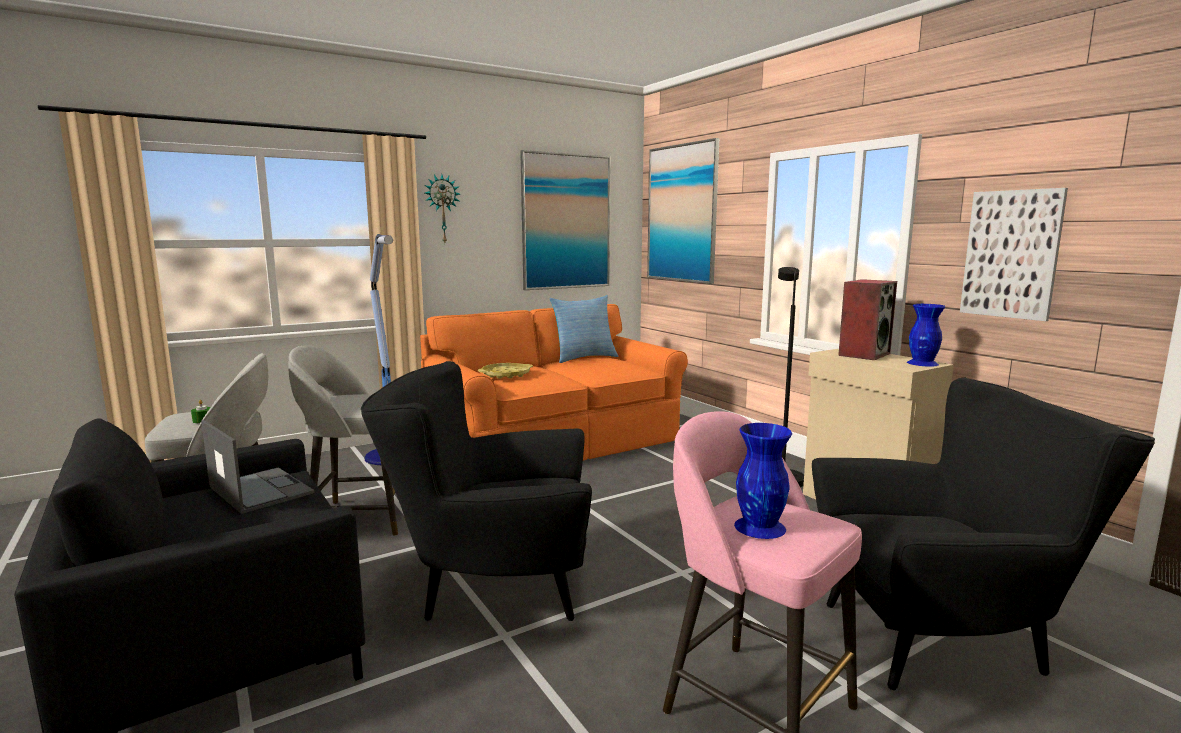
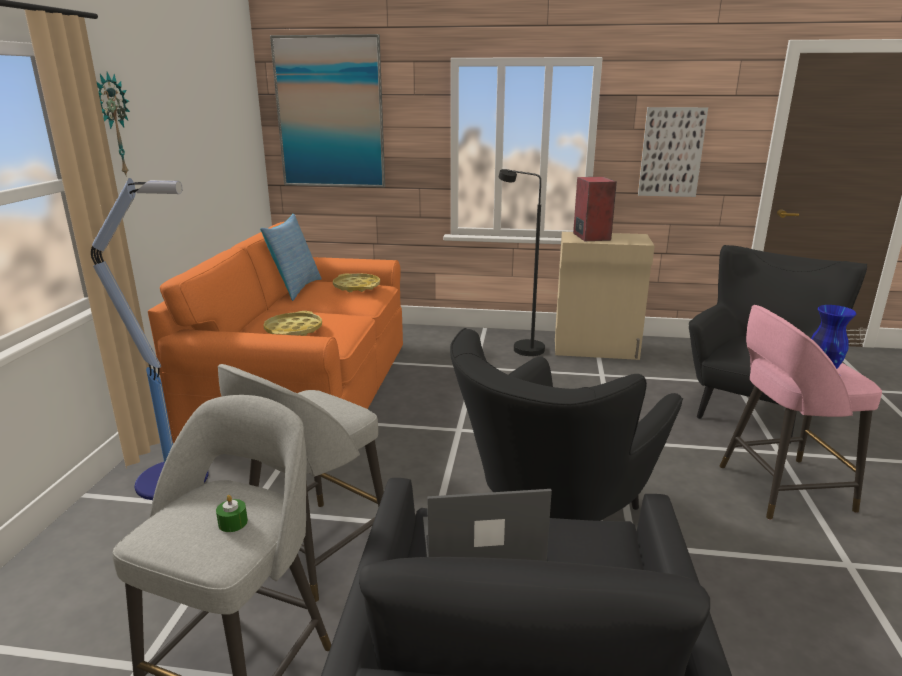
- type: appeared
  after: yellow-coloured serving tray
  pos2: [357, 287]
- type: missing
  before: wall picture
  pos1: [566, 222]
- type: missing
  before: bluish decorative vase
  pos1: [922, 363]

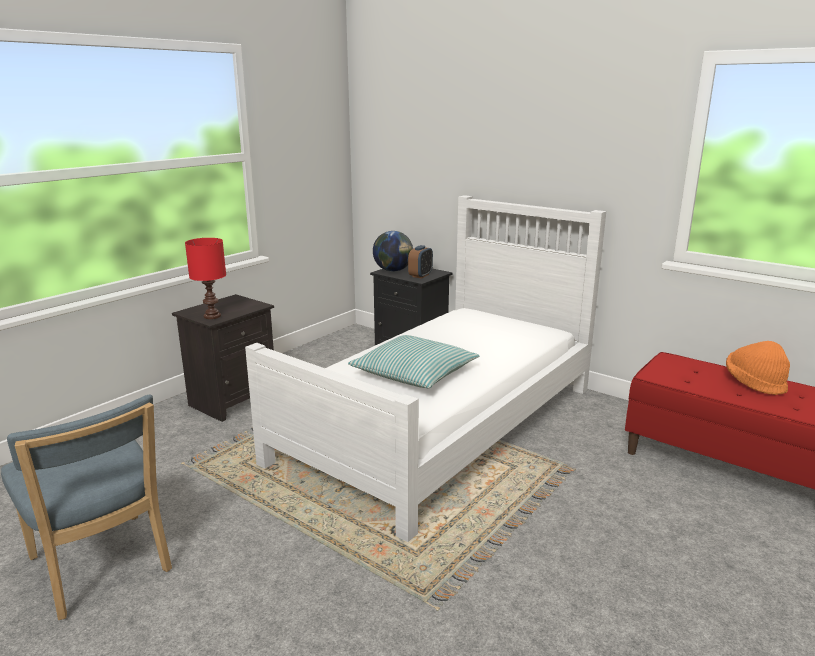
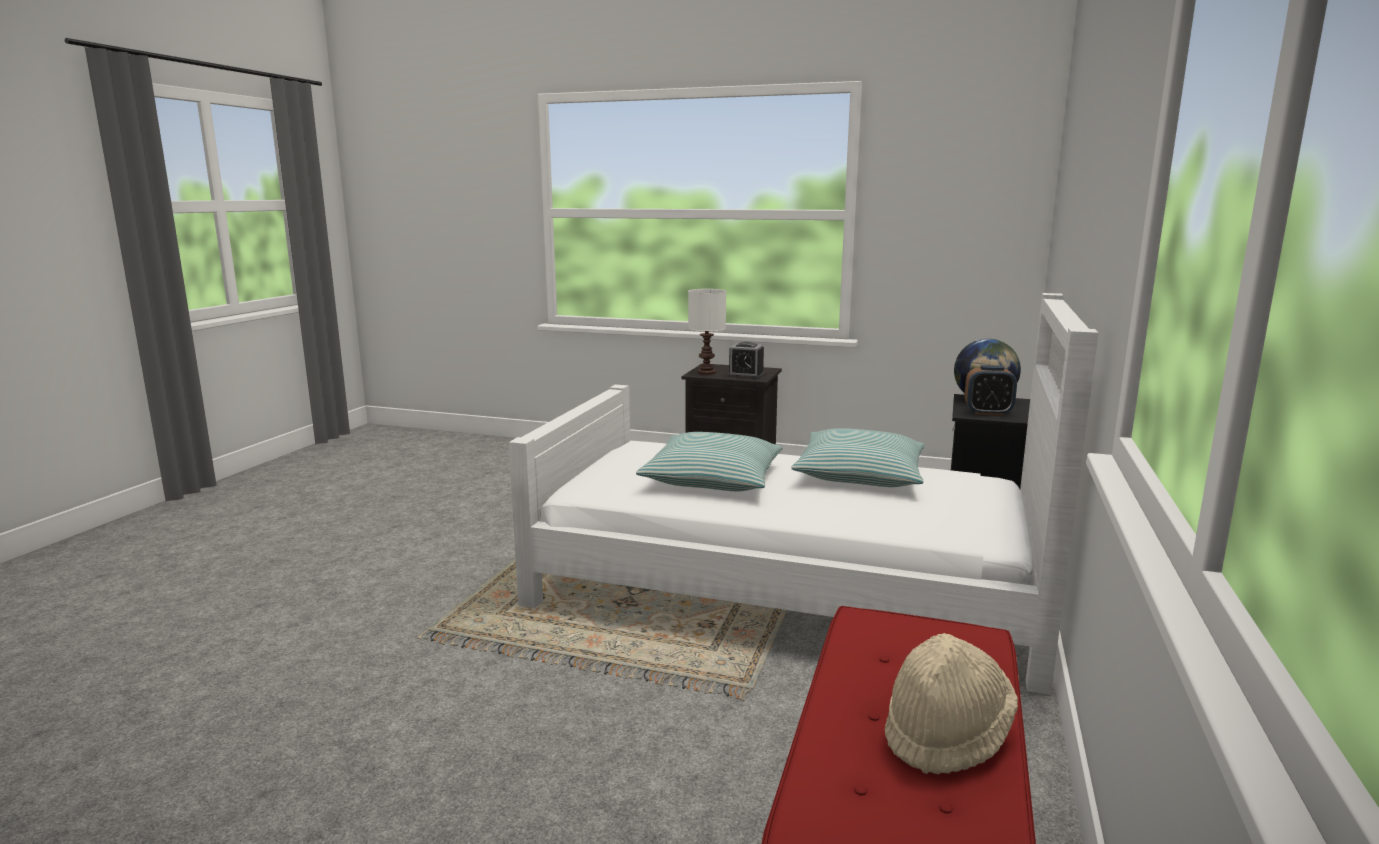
- type: colour
  before: reddish lamp for a table
  after: white lamp for a table
  pos1: [213, 316]
  pos2: [707, 372]
- type: appeared
  after: table clock
  pos2: [746, 375]
- type: appeared
  after: pillow
  pos2: [860, 474]
- type: colour
  before: orangey wearable hat
  after: sand-coloured wearable hat
  pos1: [754, 383]
  pos2: [946, 734]
- type: missing
  before: bluish upright chair
  pos1: [102, 568]

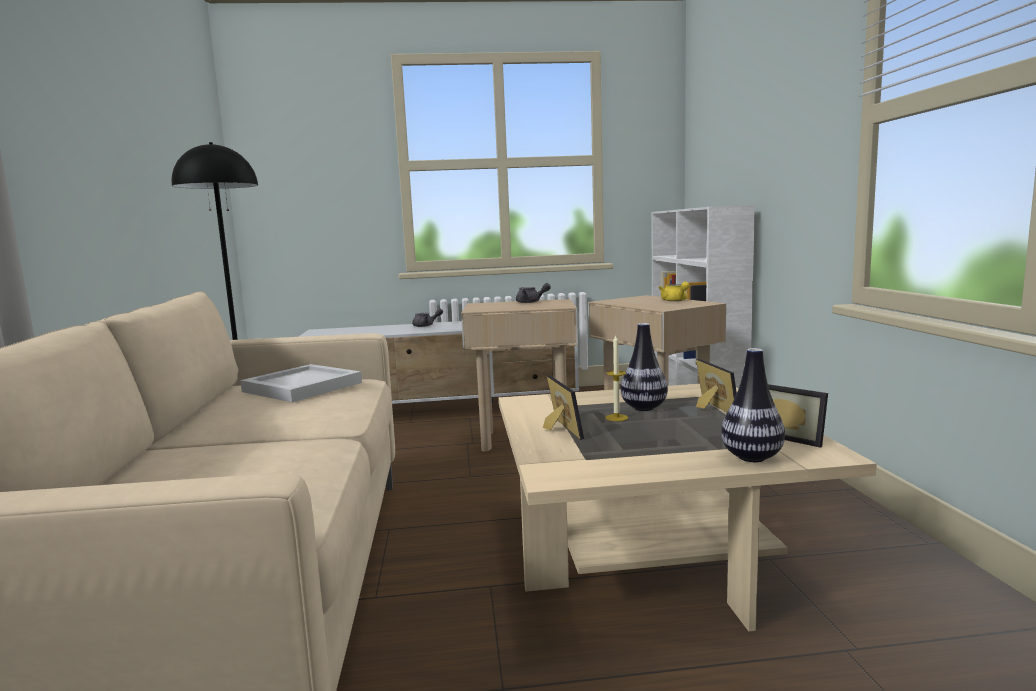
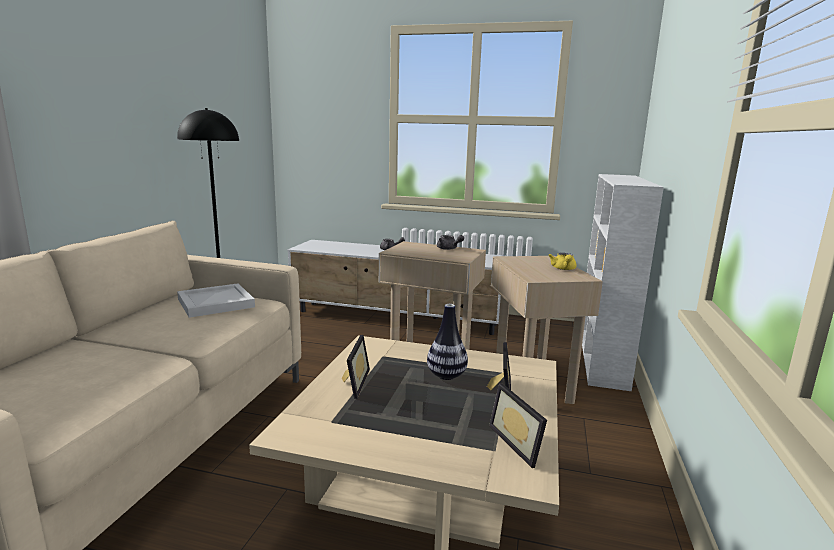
- type: missing
  before: candle
  pos1: [616, 417]
- type: missing
  before: decorative vase
  pos1: [752, 458]

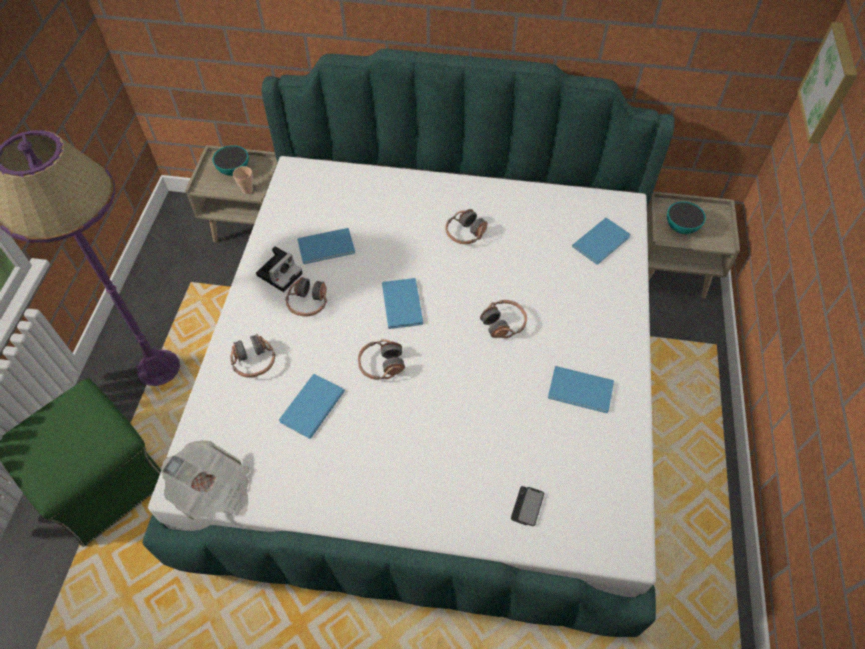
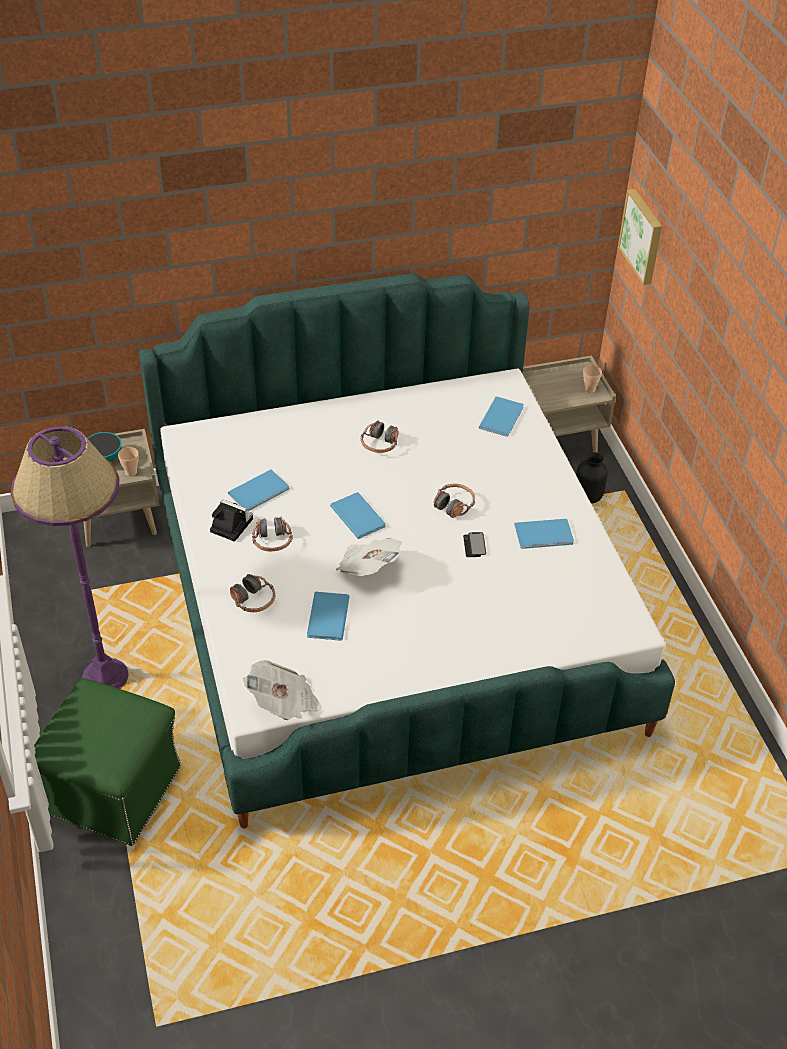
- type: spun
  before: photo camera
  pos1: [280, 273]
  pos2: [230, 525]
  turn: -75
- type: exchanged
  before: headphones
  after: printed paper
  pos1: [381, 364]
  pos2: [368, 567]
- type: relocated
  before: handset
  pos1: [527, 506]
  pos2: [474, 545]
- type: appeared
  after: black-coloured decorative vase
  pos2: [588, 497]
- type: appeared
  after: small cup
  pos2: [589, 389]
- type: missing
  before: serving bowl
  pos1: [681, 227]

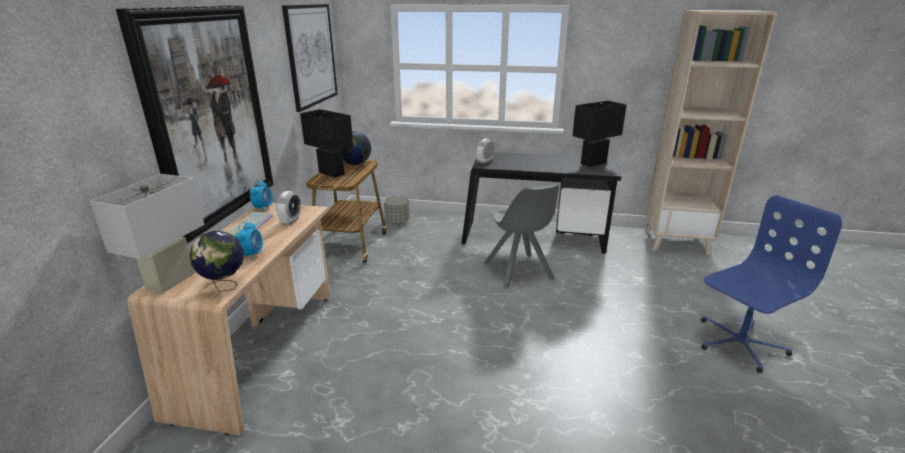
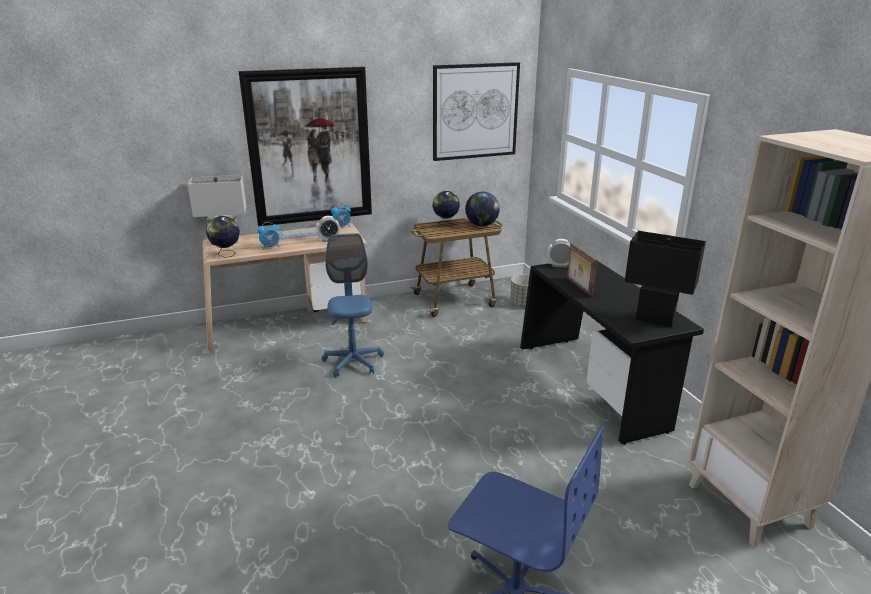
- type: appeared
  after: bluish computer chair
  pos2: [353, 362]
- type: exchanged
  before: black-coloured lamp for a table
  after: globe
  pos1: [331, 173]
  pos2: [445, 225]
- type: appeared
  after: standing frame
  pos2: [578, 287]
- type: missing
  before: gray upright chair
  pos1: [518, 272]

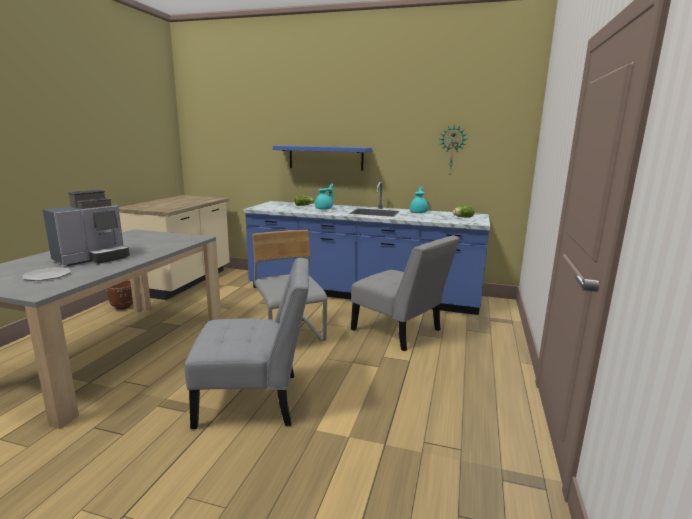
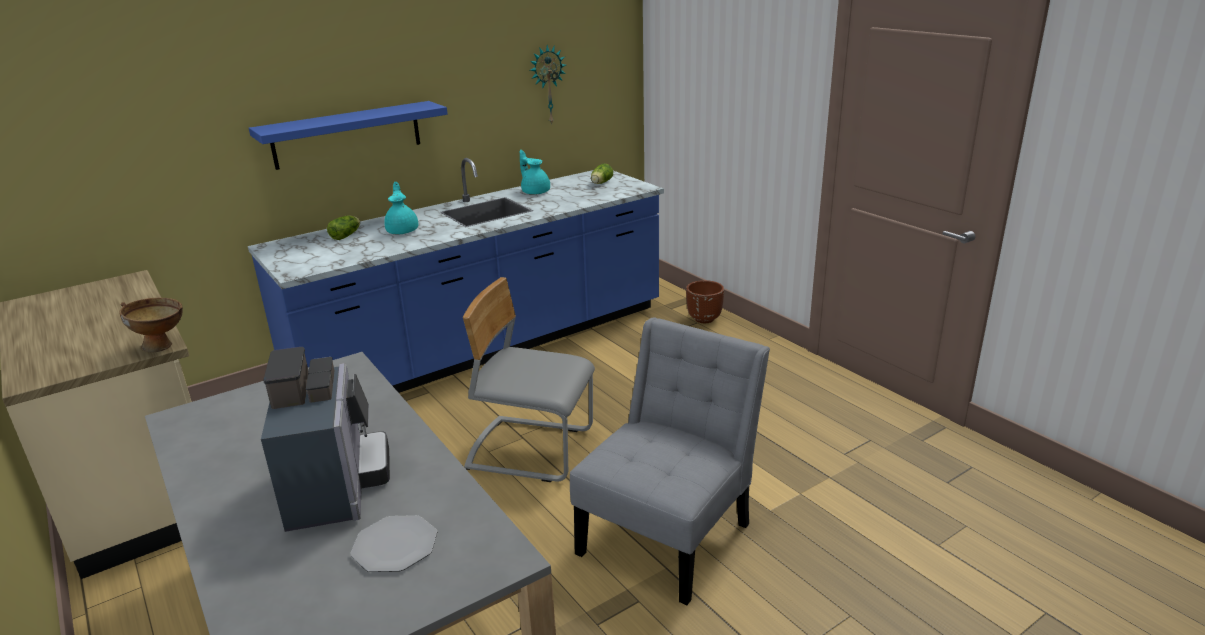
- type: appeared
  after: brown-coloured serving bowl
  pos2: [163, 346]
- type: relocated
  before: brown-coloured plant pot
  pos1: [123, 307]
  pos2: [704, 319]
- type: missing
  before: gray upright chair
  pos1: [400, 332]

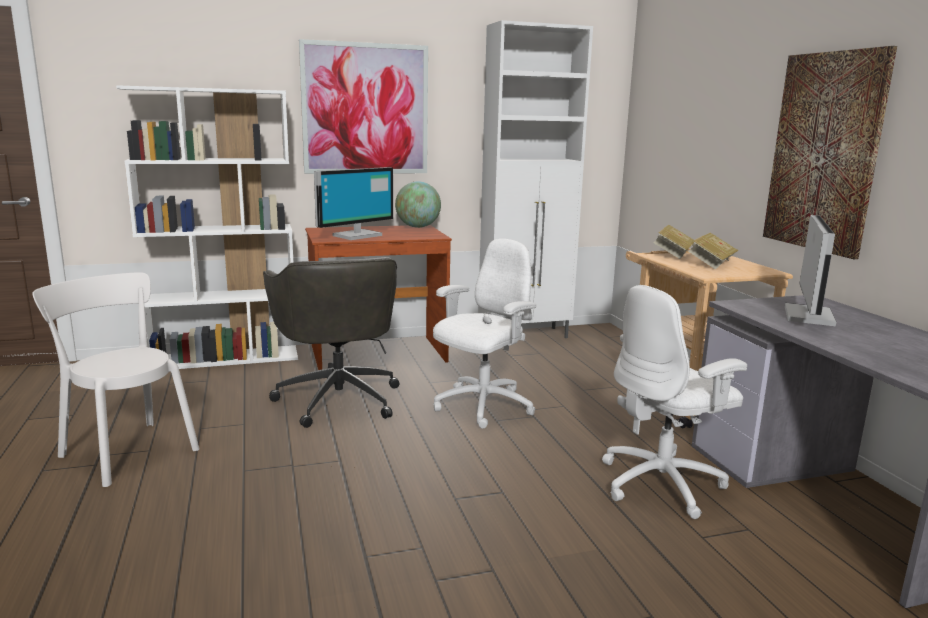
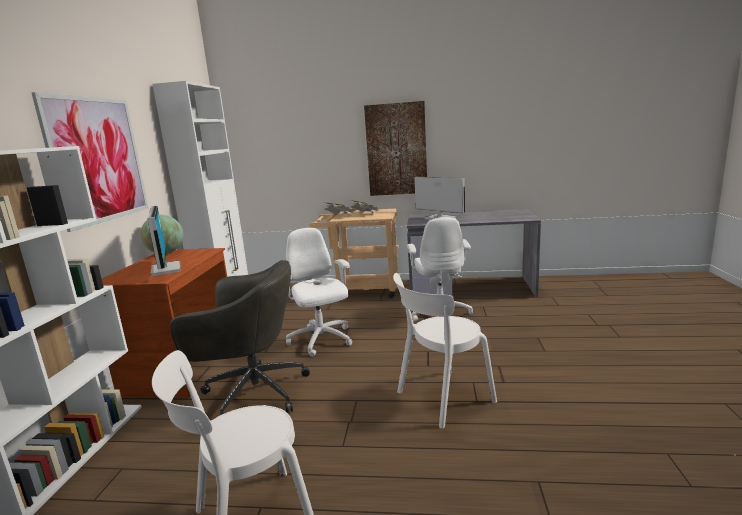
- type: appeared
  after: white upright chair
  pos2: [441, 398]

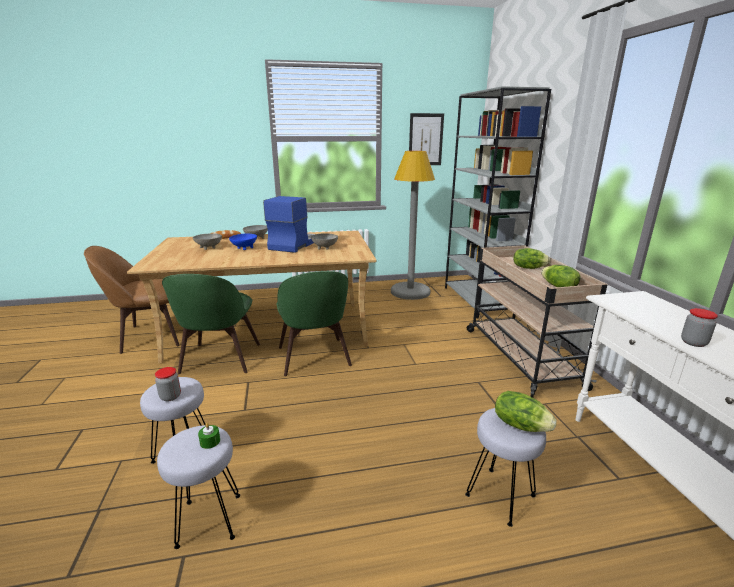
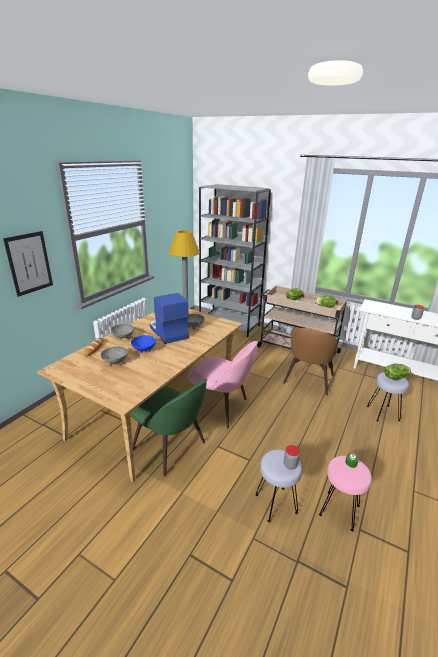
- type: relocated
  before: wall picture
  pos1: [425, 139]
  pos2: [29, 263]
- type: colour
  before: green-coloured upright chair
  after: pink-coloured upright chair
  pos1: [314, 358]
  pos2: [221, 407]
- type: relocated
  before: brown-coloured upright chair
  pos1: [151, 336]
  pos2: [308, 380]
- type: colour
  before: gray sitting stool
  after: pink-coloured sitting stool
  pos1: [208, 520]
  pos2: [339, 511]

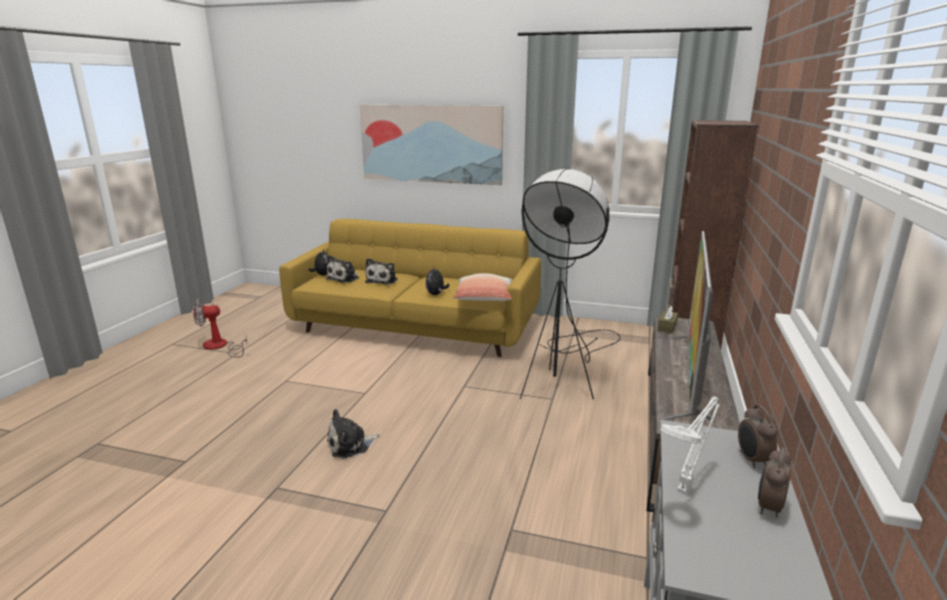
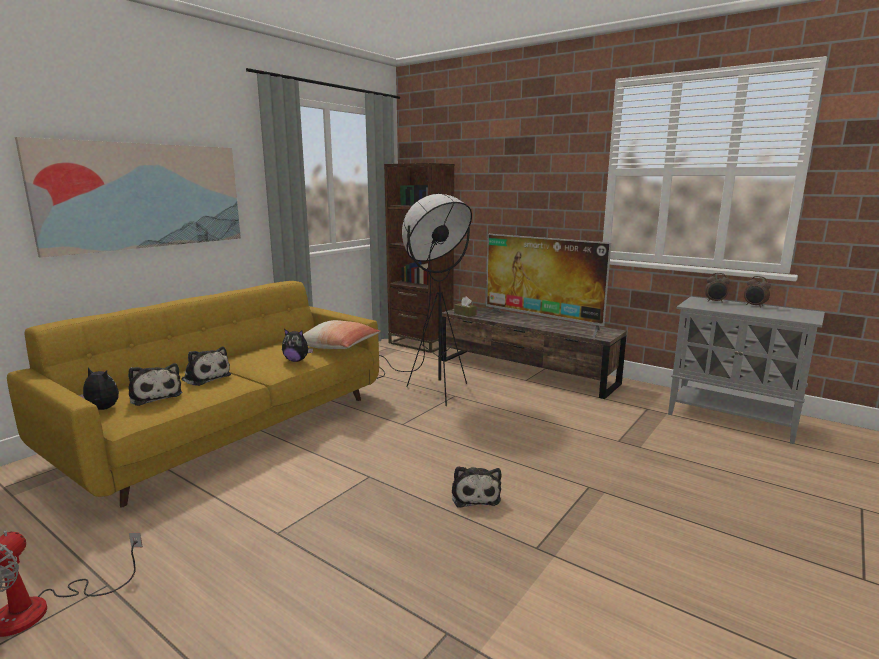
- type: missing
  before: white lamp for a table
  pos1: [685, 488]

